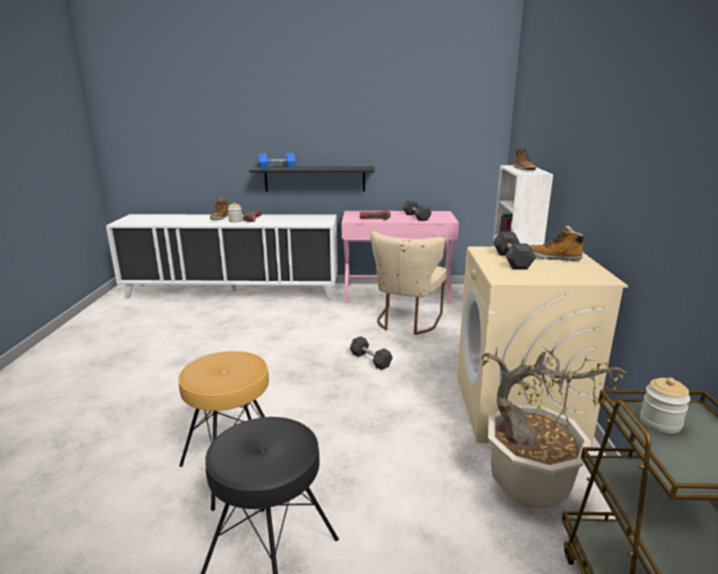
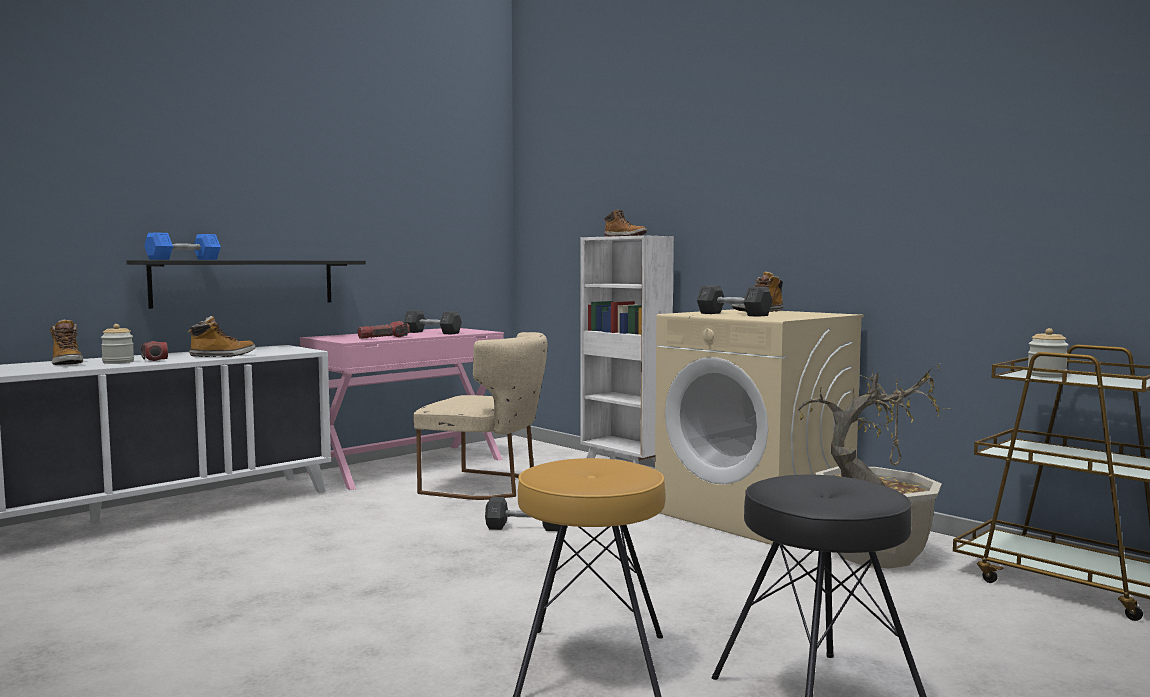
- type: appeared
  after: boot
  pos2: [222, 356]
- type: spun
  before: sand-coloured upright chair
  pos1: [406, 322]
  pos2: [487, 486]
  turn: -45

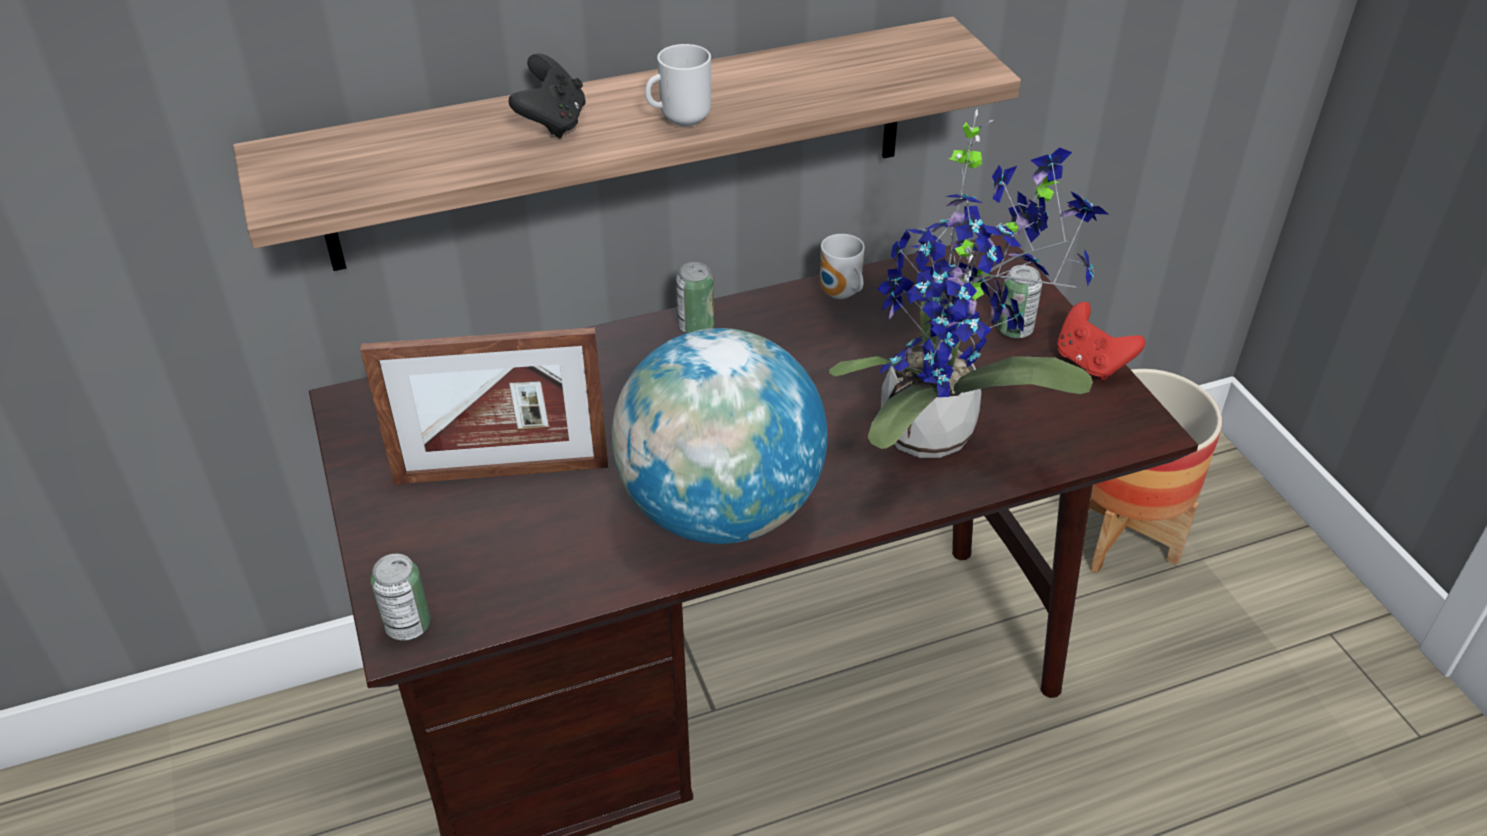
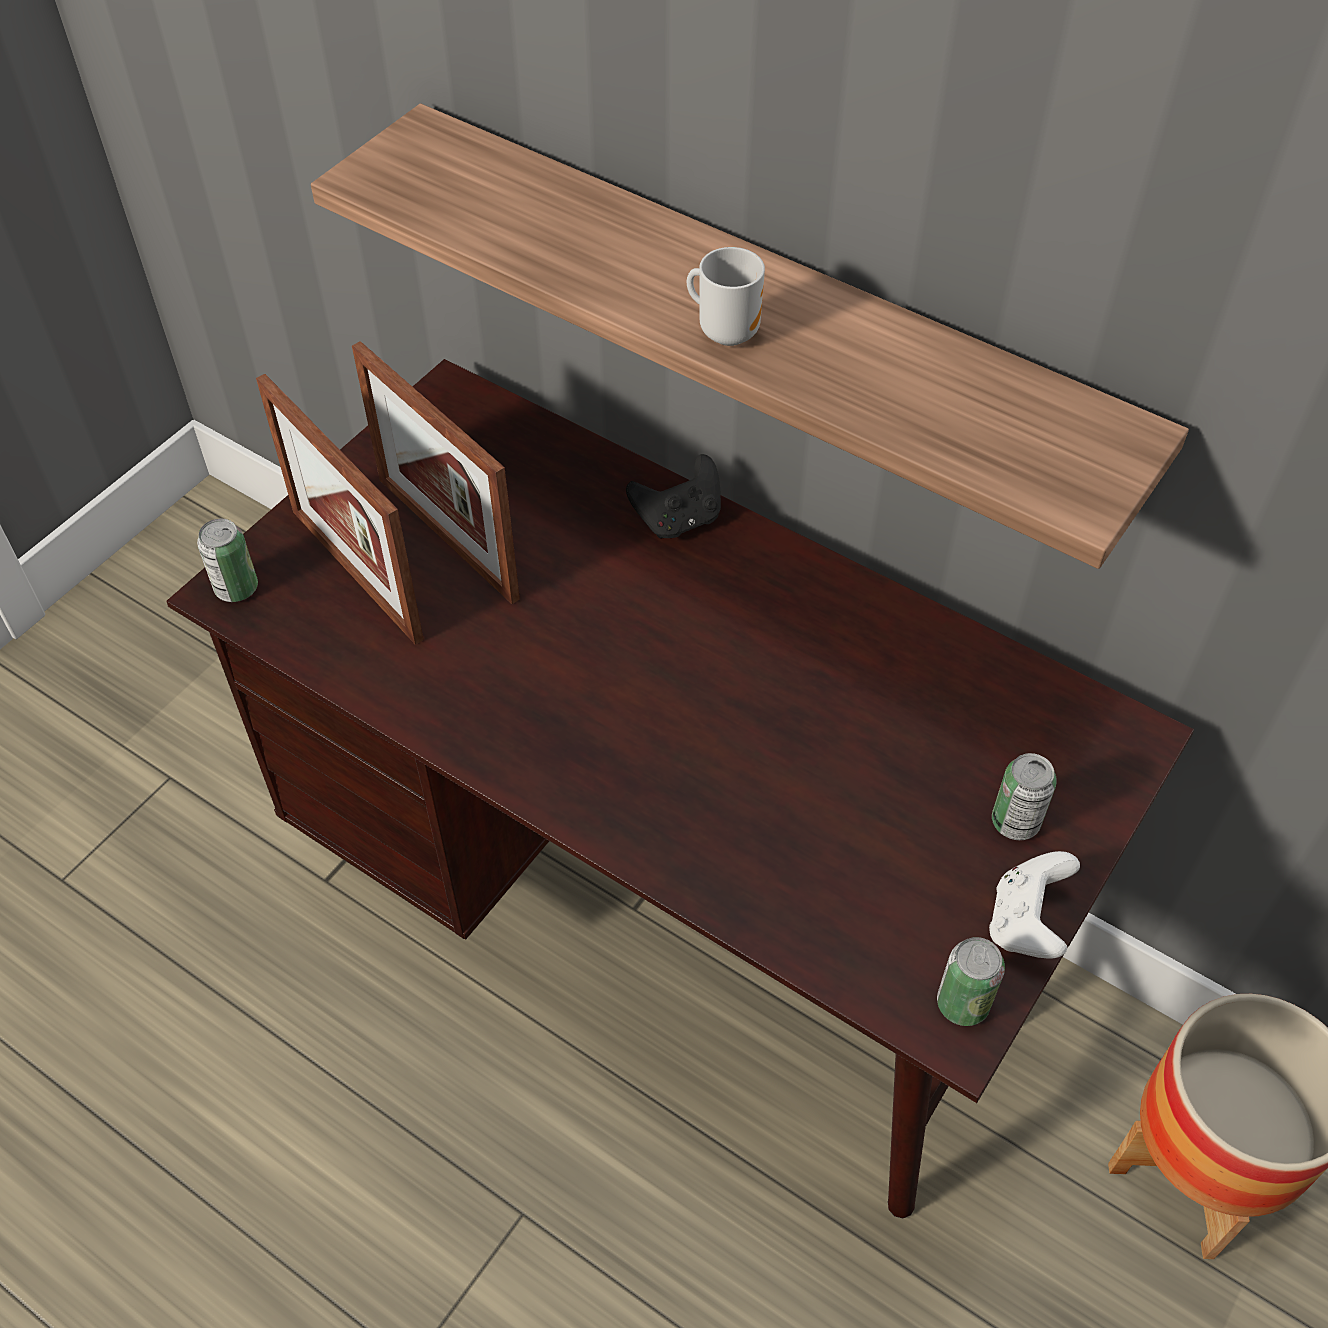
- type: appeared
  after: standing frame
  pos2: [356, 574]
- type: relocated
  before: black-coloured joypad
  pos1: [552, 123]
  pos2: [678, 520]
- type: relocated
  before: can
  pos1: [696, 326]
  pos2: [962, 1003]
- type: colour
  before: reddish joypad
  after: white joypad
  pos1: [1091, 363]
  pos2: [1026, 923]
- type: missing
  before: globe
  pos1: [720, 510]
- type: missing
  before: mug
  pos1: [840, 295]
- type: missing
  before: houseplant
  pos1: [940, 431]

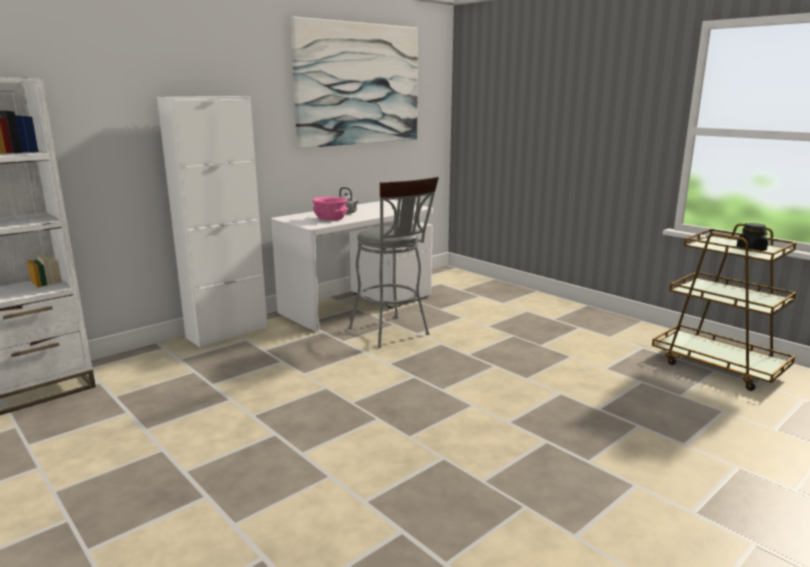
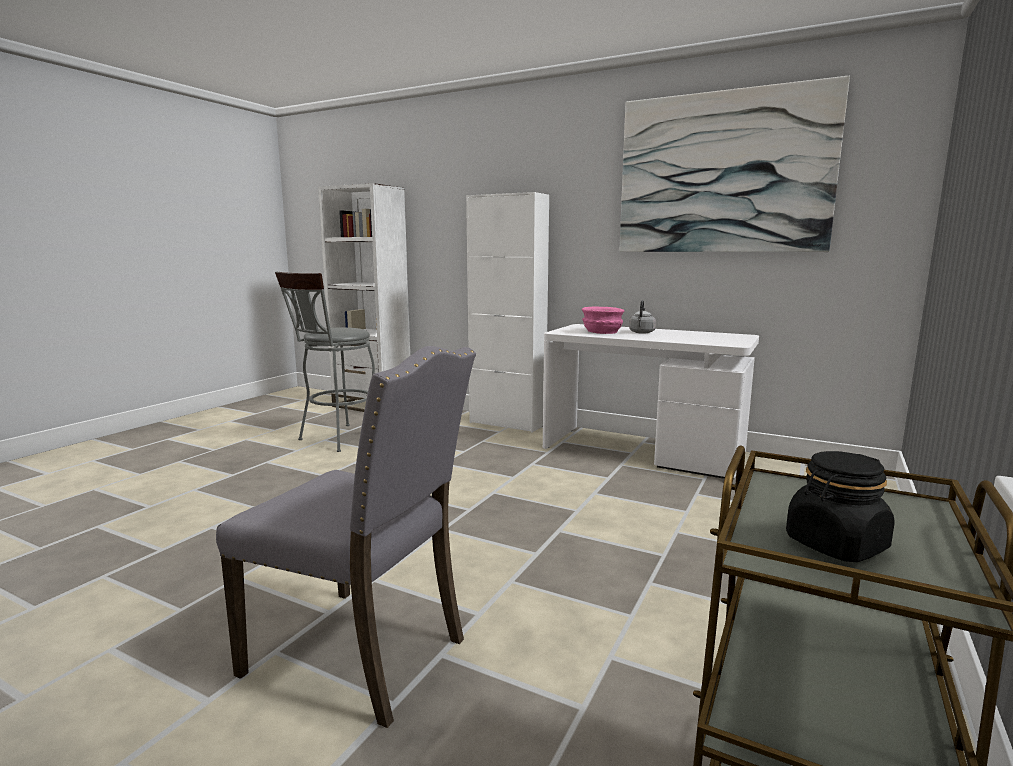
- type: appeared
  after: gray upright chair
  pos2: [362, 654]
- type: relocated
  before: gray sitting stool
  pos1: [392, 333]
  pos2: [337, 439]

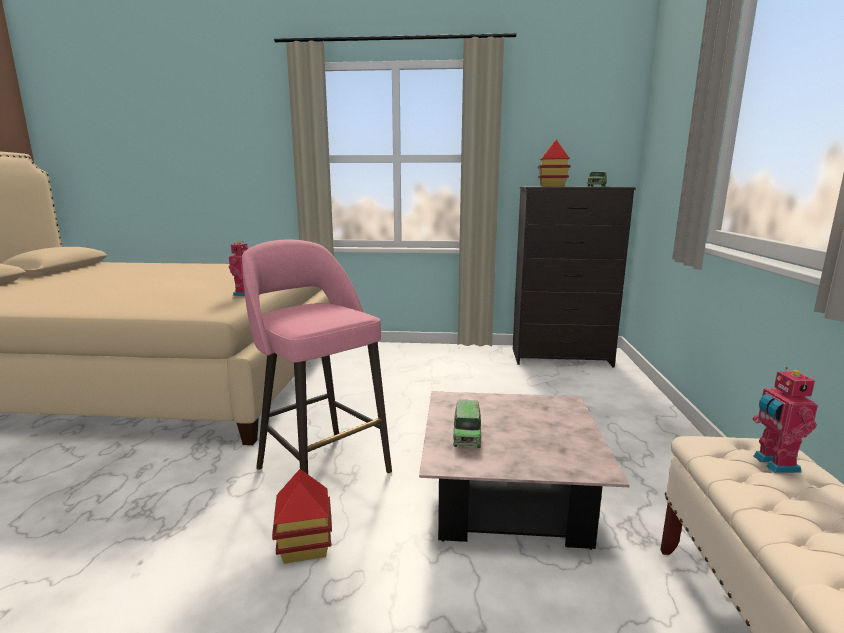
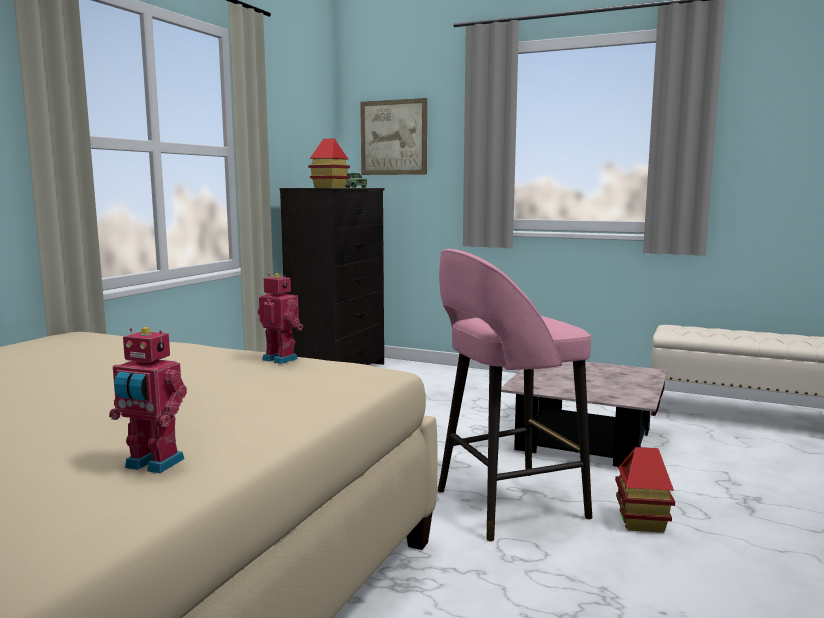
- type: relocated
  before: model robot
  pos1: [773, 464]
  pos2: [152, 464]
- type: appeared
  after: wall picture
  pos2: [393, 137]
- type: missing
  before: toy truck
  pos1: [467, 433]

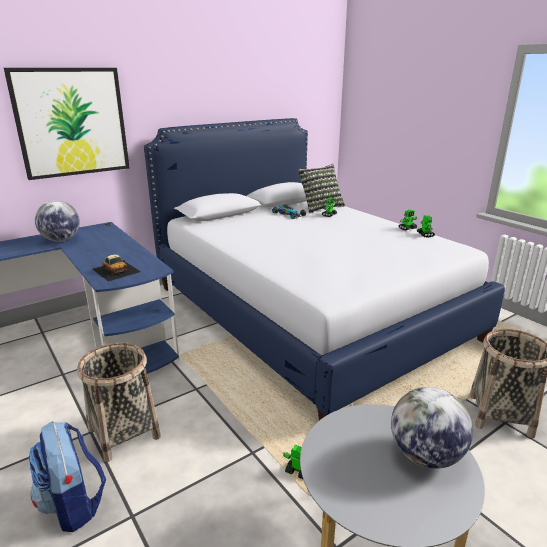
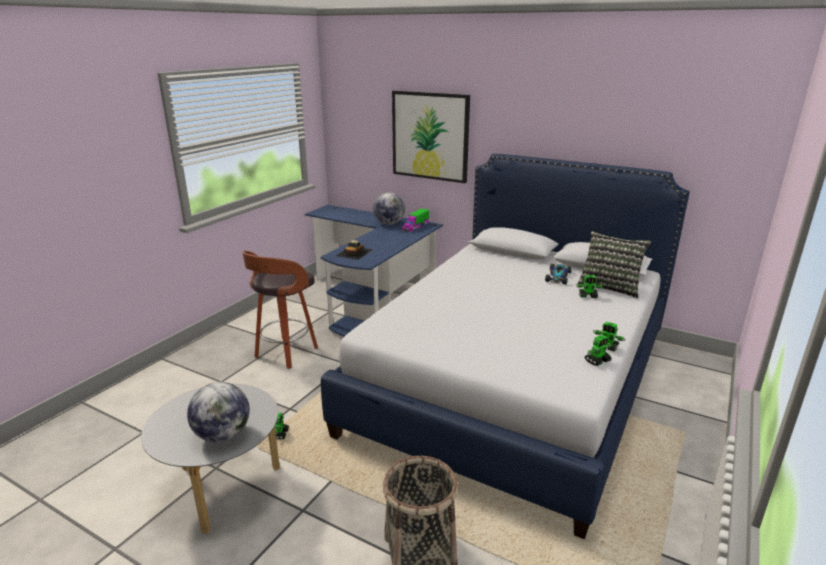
- type: exchanged
  before: household basket
  after: sitting stool
  pos1: [123, 433]
  pos2: [285, 353]
- type: appeared
  after: toy truck
  pos2: [415, 226]
- type: missing
  before: rucksack
  pos1: [74, 504]

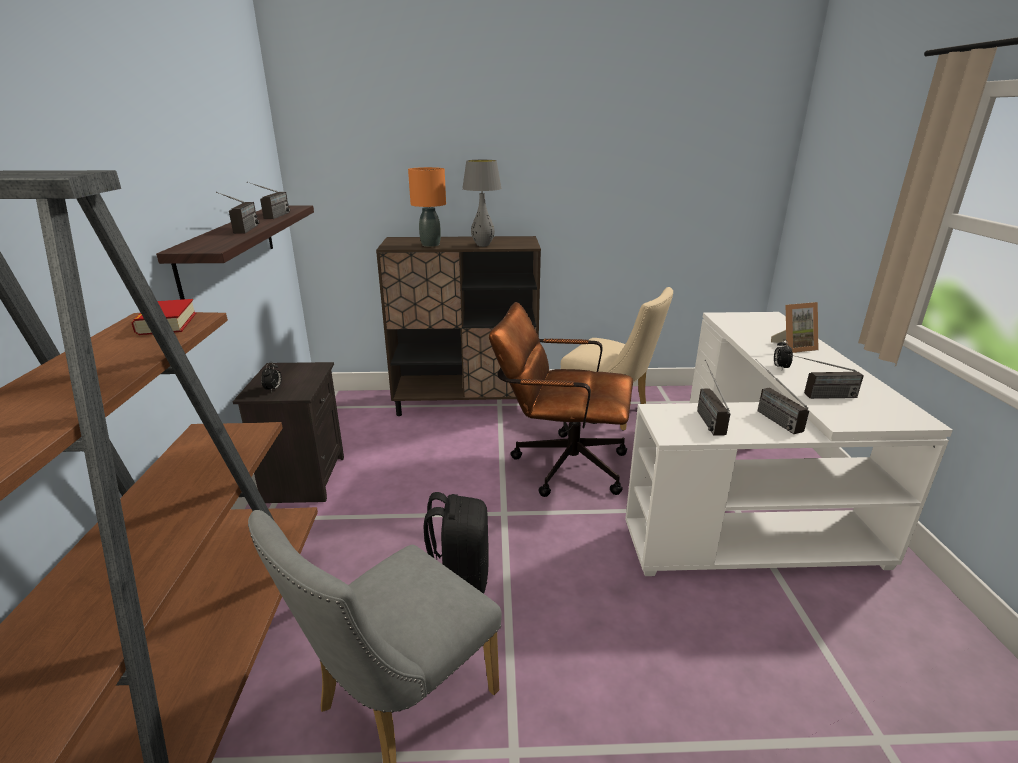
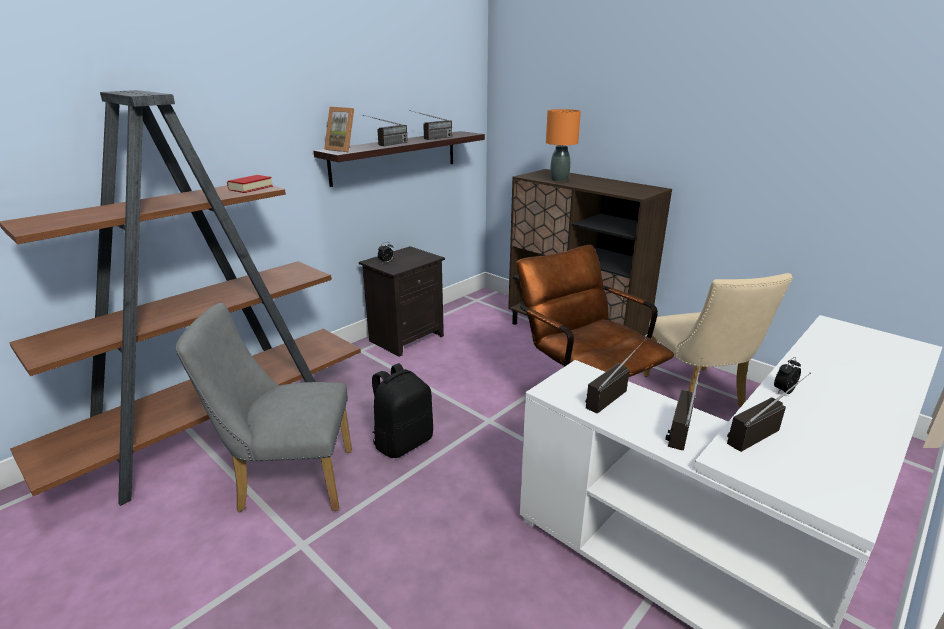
- type: relocated
  before: standing frame
  pos1: [793, 347]
  pos2: [343, 149]
- type: spun
  before: radio receiver
  pos1: [818, 396]
  pos2: [761, 430]
  turn: 105
- type: missing
  before: gray lamp for a table
  pos1: [483, 245]

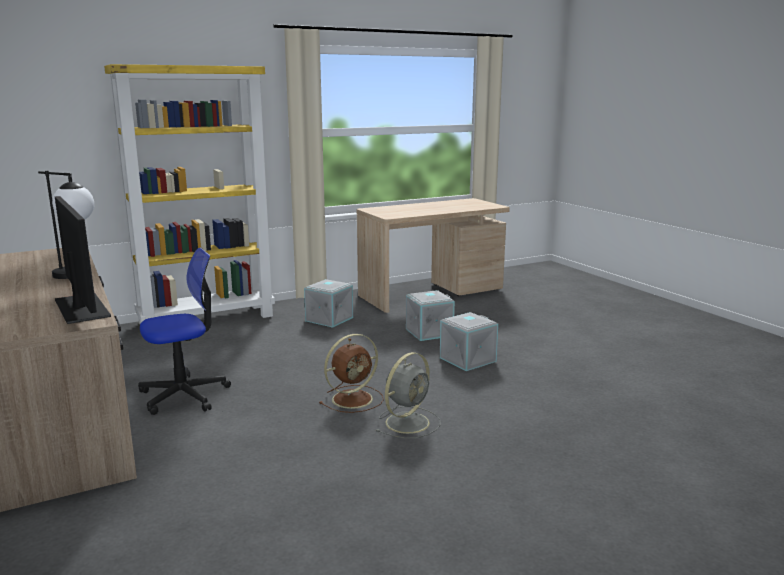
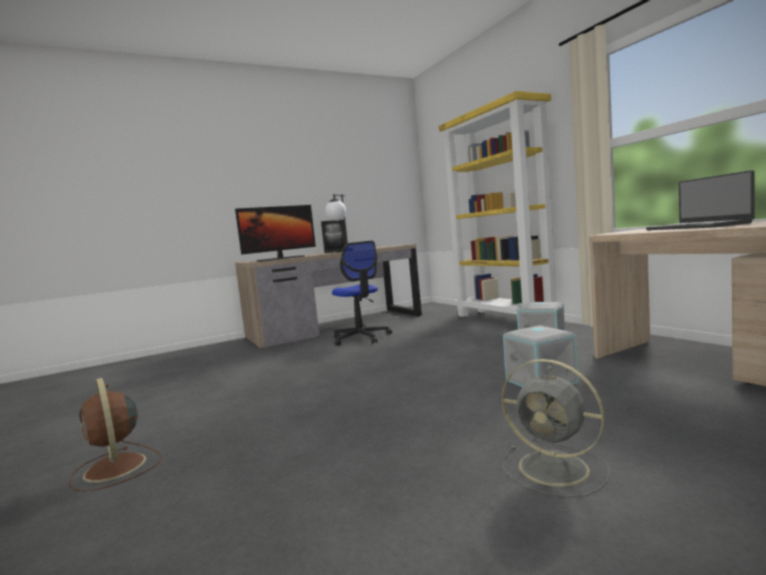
- type: relocated
  before: brown-coloured cooling fan
  pos1: [354, 399]
  pos2: [115, 468]
- type: appeared
  after: standing frame
  pos2: [336, 251]
- type: relocated
  before: gray cooling fan
  pos1: [408, 422]
  pos2: [556, 469]
- type: appeared
  after: notebook computer
  pos2: [697, 226]
- type: missing
  before: gray storage box
  pos1: [468, 360]

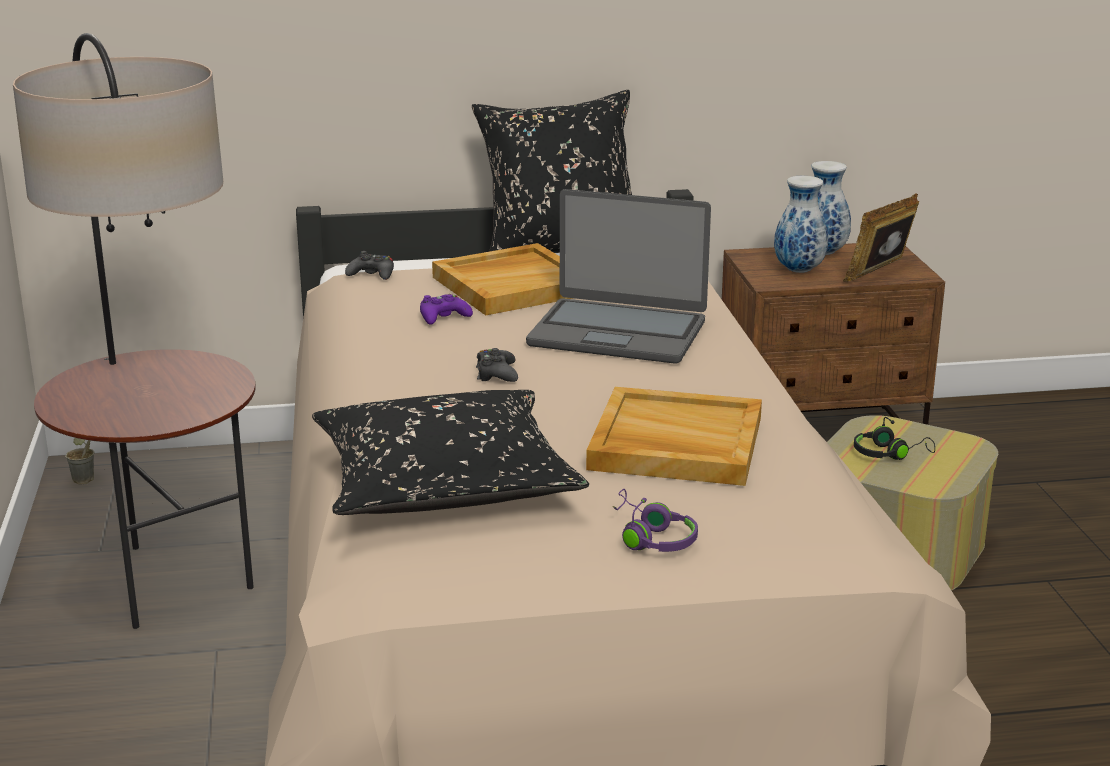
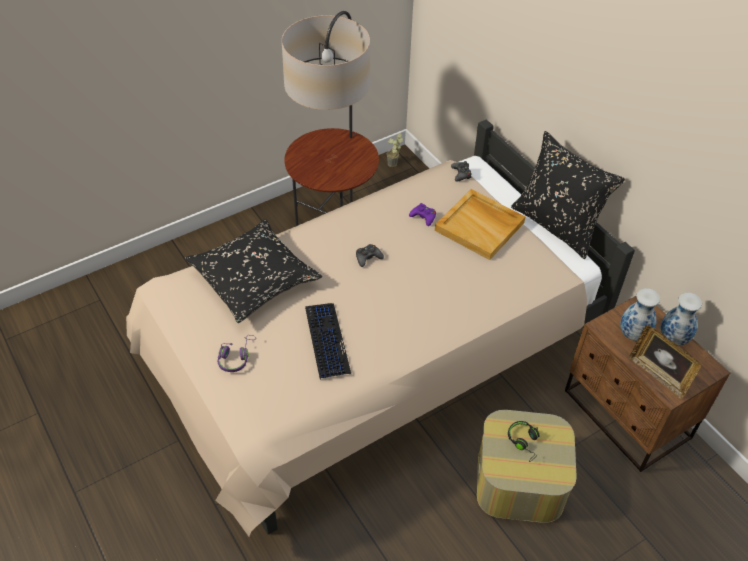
- type: exchanged
  before: sand-coloured serving tray
  after: computer keyboard
  pos1: [674, 444]
  pos2: [326, 341]
- type: spun
  before: standing frame
  pos1: [880, 273]
  pos2: [658, 374]
  turn: -150
- type: missing
  before: notebook computer
  pos1: [618, 333]

